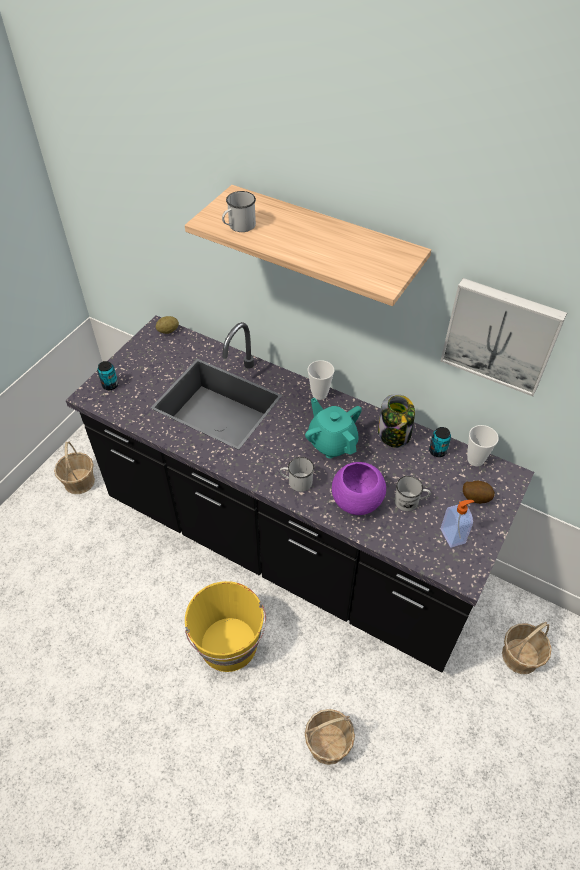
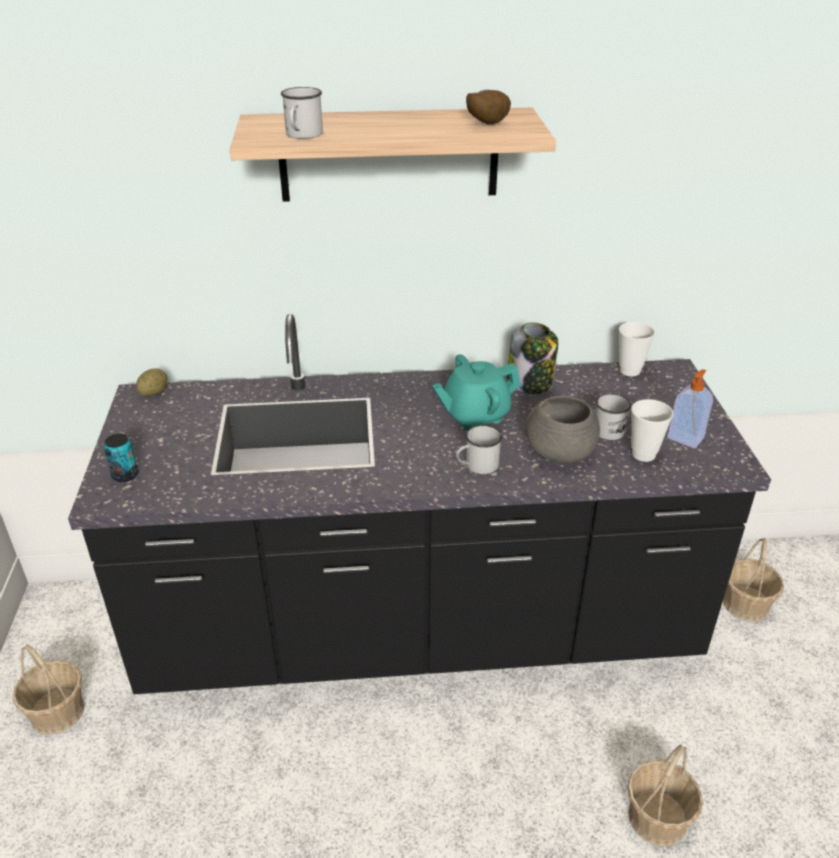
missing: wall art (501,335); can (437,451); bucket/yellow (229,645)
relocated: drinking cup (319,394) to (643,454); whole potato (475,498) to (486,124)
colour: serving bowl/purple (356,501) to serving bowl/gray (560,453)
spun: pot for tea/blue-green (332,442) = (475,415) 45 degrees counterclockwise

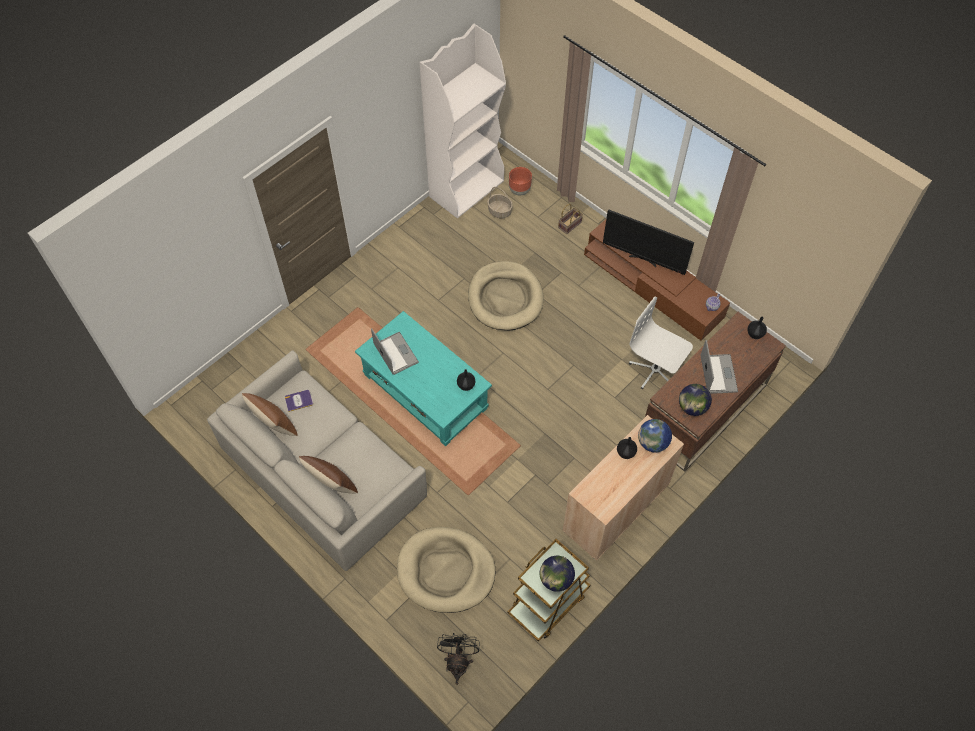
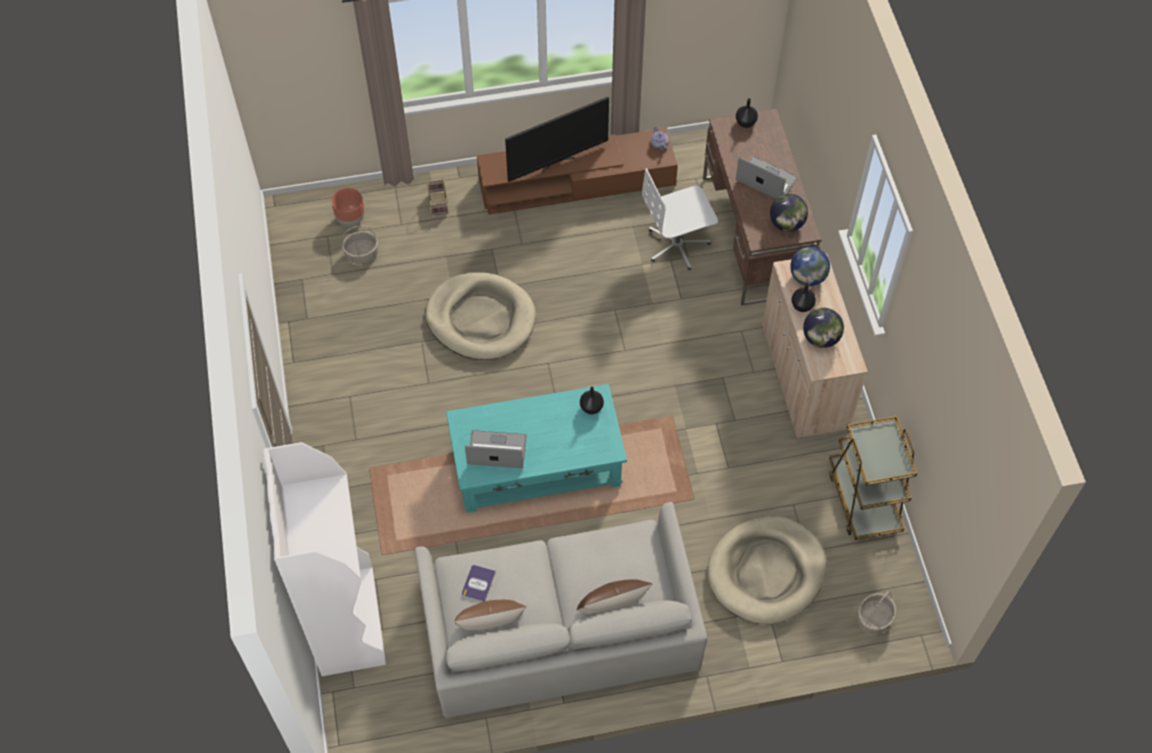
relocated: bookshelf/white (467,188) to (347,620); globe (556,579) to (820,338)
exchanged: fan/black-coloured (458,662) to household basket (874,619)

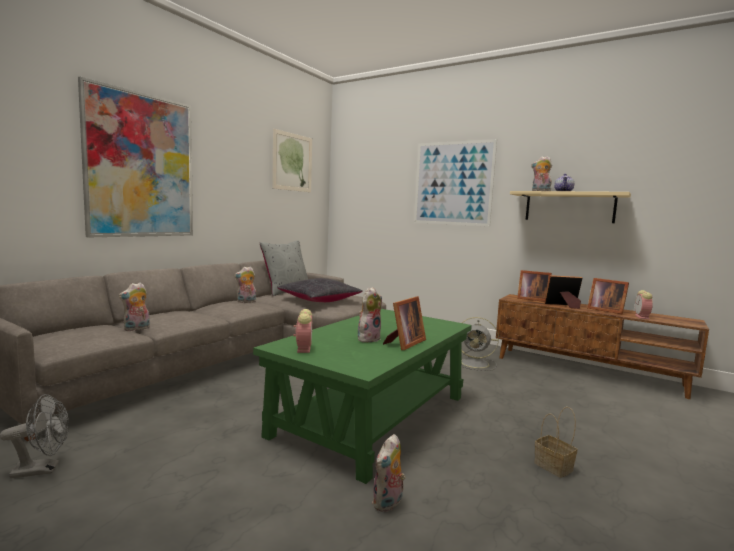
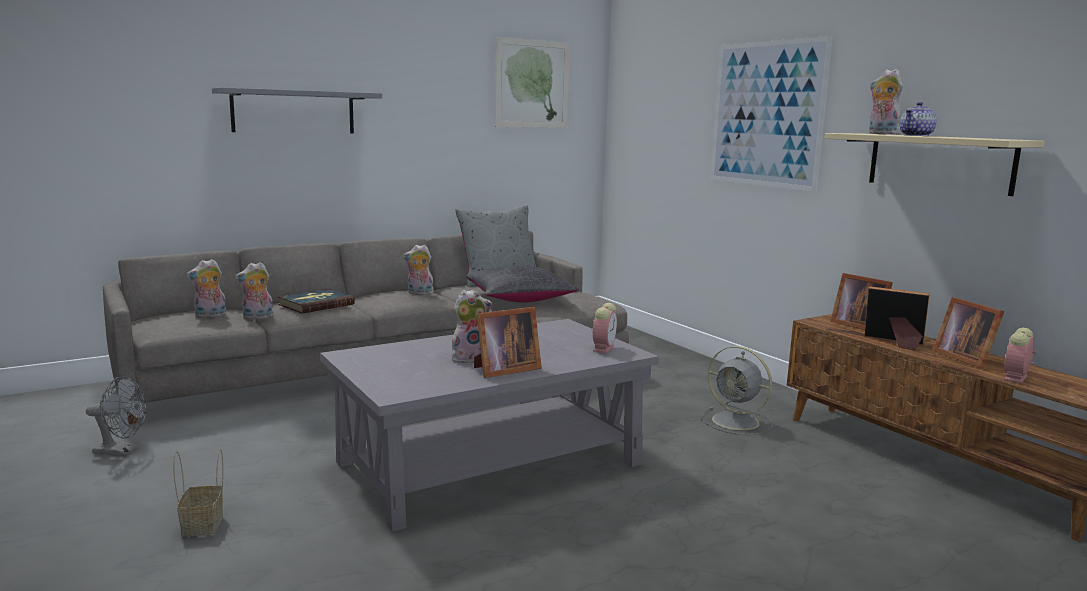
appeared: book (316,304)
relocated: bedside clock (303,348) to (603,348); household basket (555,467) to (203,526); plush toy (388,503) to (210,316)
exchanged: wall art (141,166) to bracket shelf/gray (293,112)
colour: coffee table/green (372,414) to coffee table/gray (490,462)

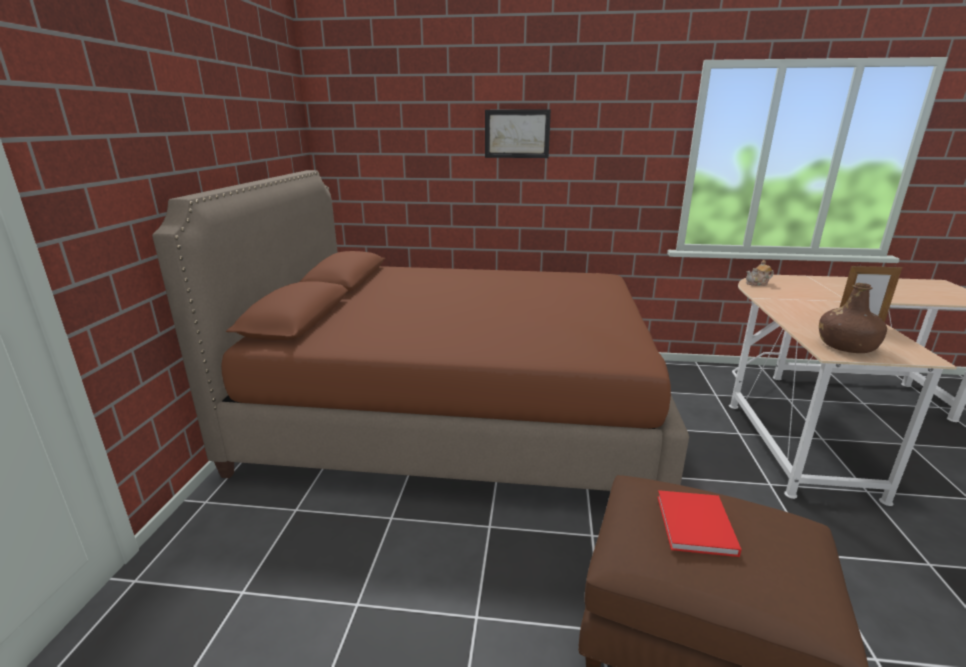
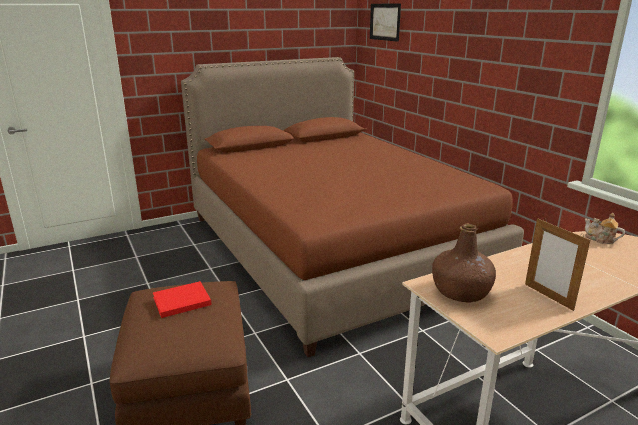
relocated: wall art (517,134) to (385,22)

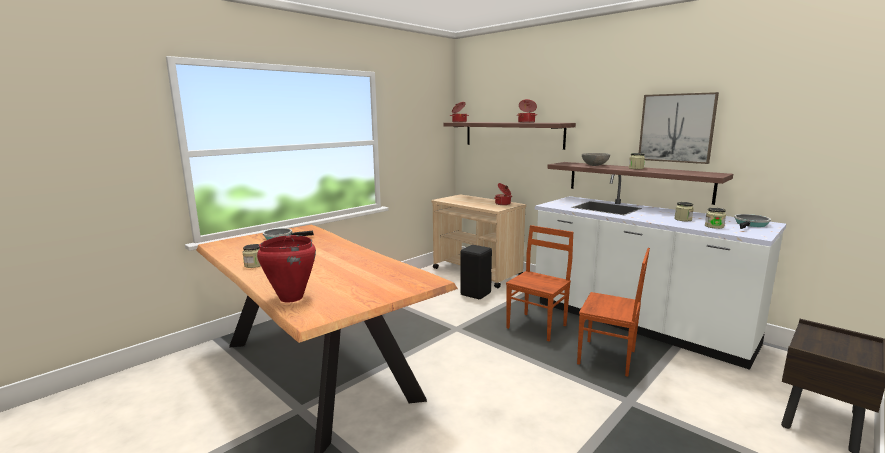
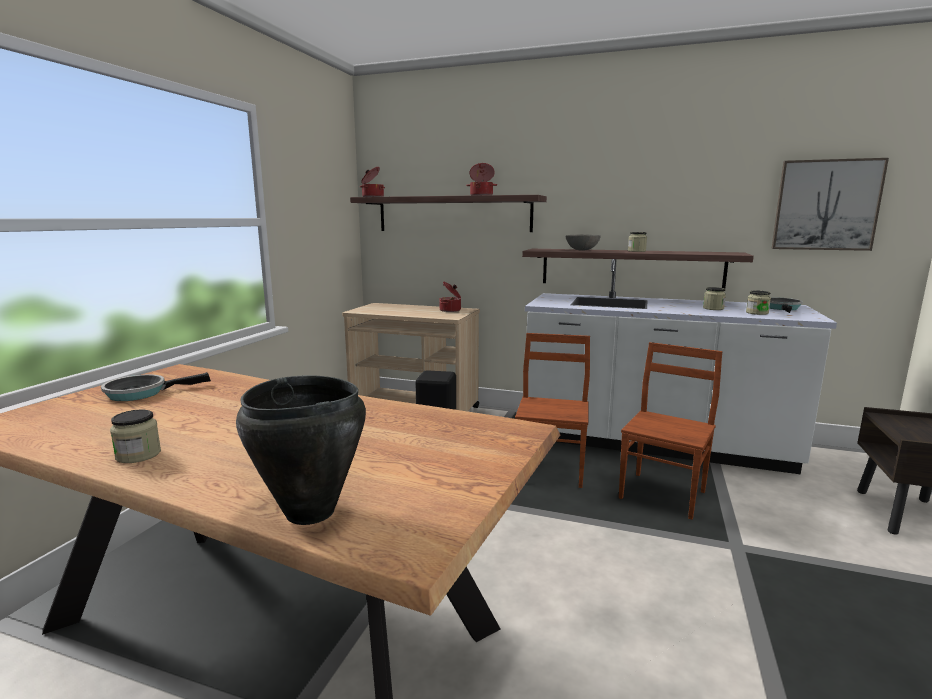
relocated: wall art (676,128) to (826,205)
colour: stockpot/red-coloured (291,298) to stockpot/black-coloured (309,512)
spun: plain chair/brown-coloured (607,358) = (664,494) 60 degrees counterclockwise

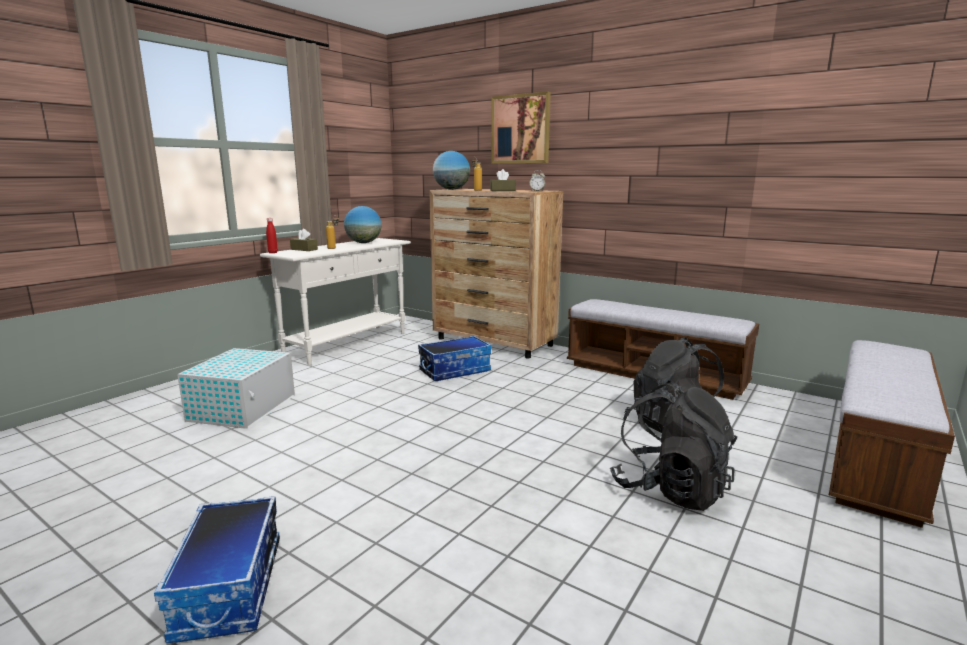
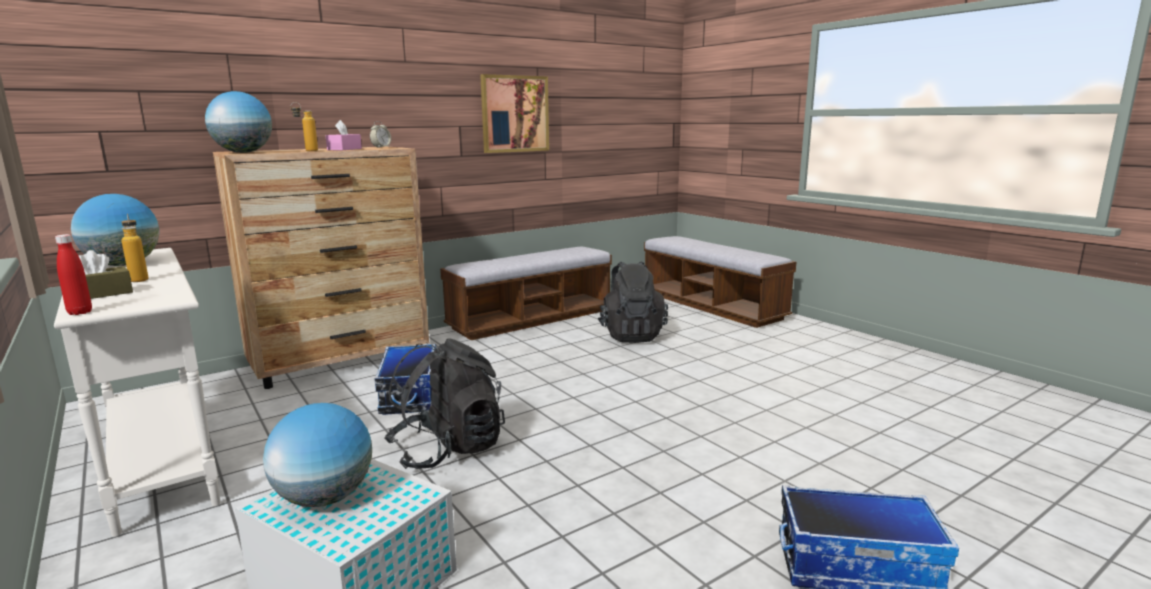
appeared: globe (325,498)
relocated: wall art (520,129) to (514,114); rucksack/black-coloured (670,490) to (448,450)
colour: tissue holder/brown-coloured (502,190) to tissue holder/pink-coloured (344,149)

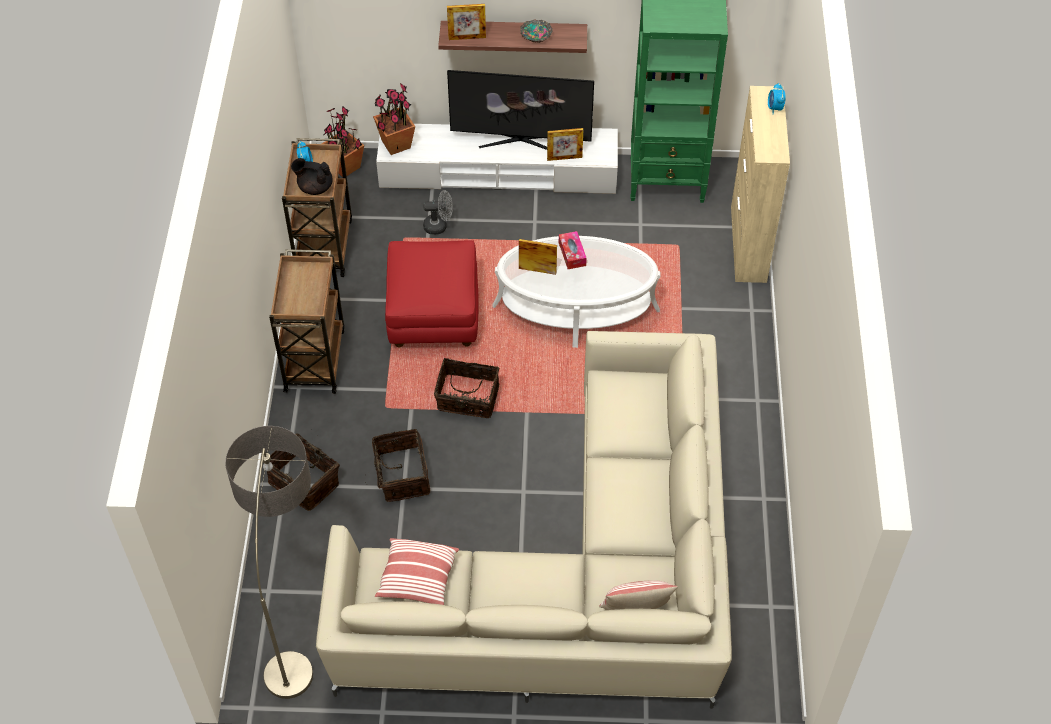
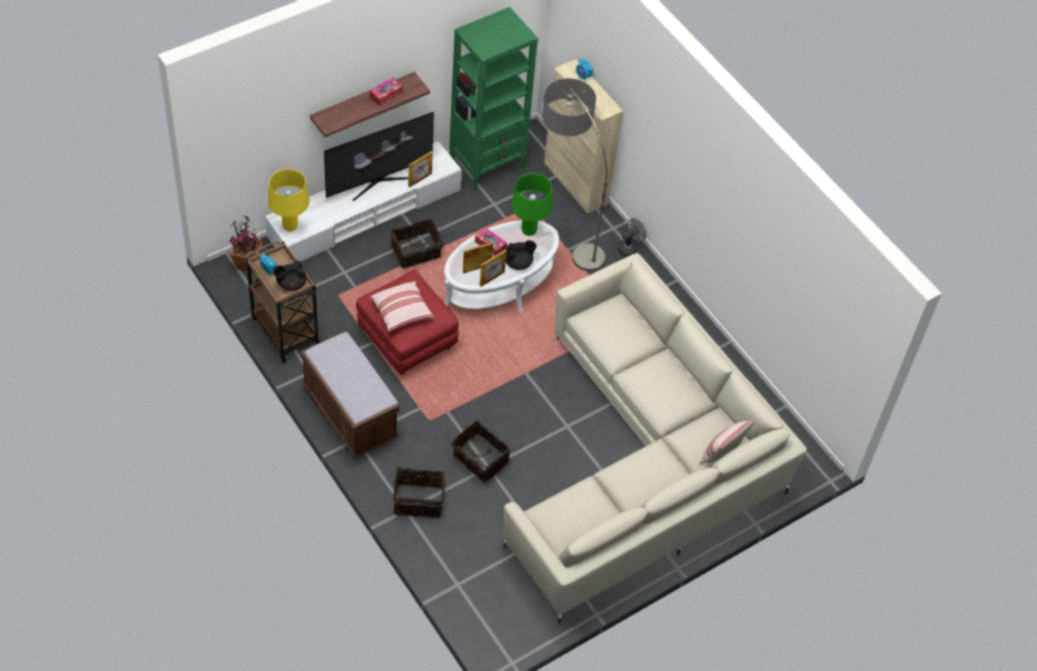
appeared: lamp for a table/green (529,231); pot for tea/black-coloured (519,263)
relocated: picture frame (467,38) to (492,278); fan/gray (439,226) to (629,247); household basket (467,399) to (416,253); standard lamp (296,622) to (566,231); cushion (418,579) to (402,312)
exchanged: serving bowl (536,34) to tissue holder (386,95); plant in a pot (395,144) to lamp for a table/yellow (290,227); trolley/brown-coloured (314,358) to bench/brown-coloured (350,413)

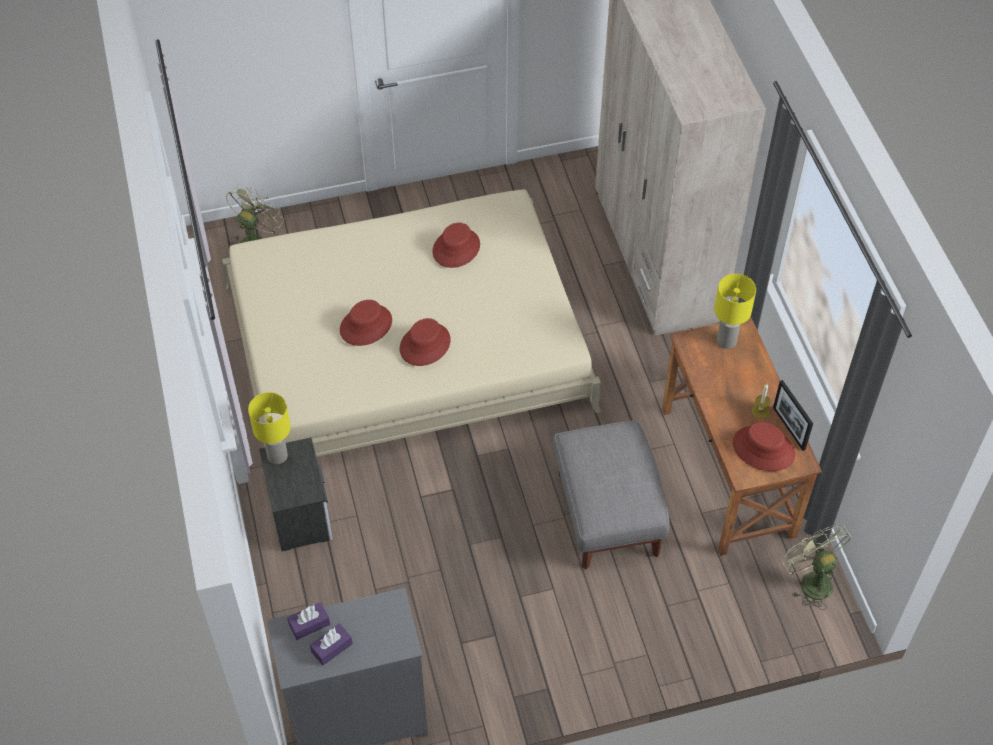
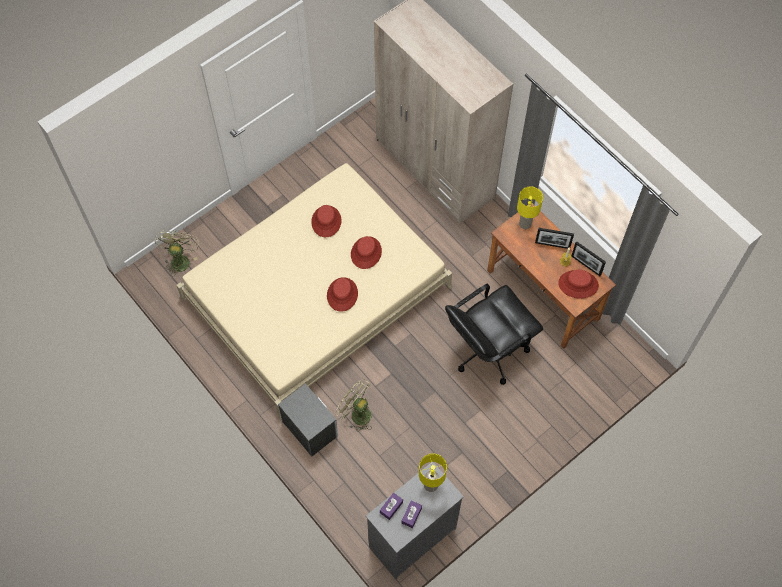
appeared: picture frame (552,245)
relocated: wearable hat/red-coloured (365,325) to (366,253); lamp for a table/yellow (277,456) to (431,485); fan/green (810,580) to (356,413)
exchanged: pouffe/gray (607,513) to computer chair/black-coloured (488,350)

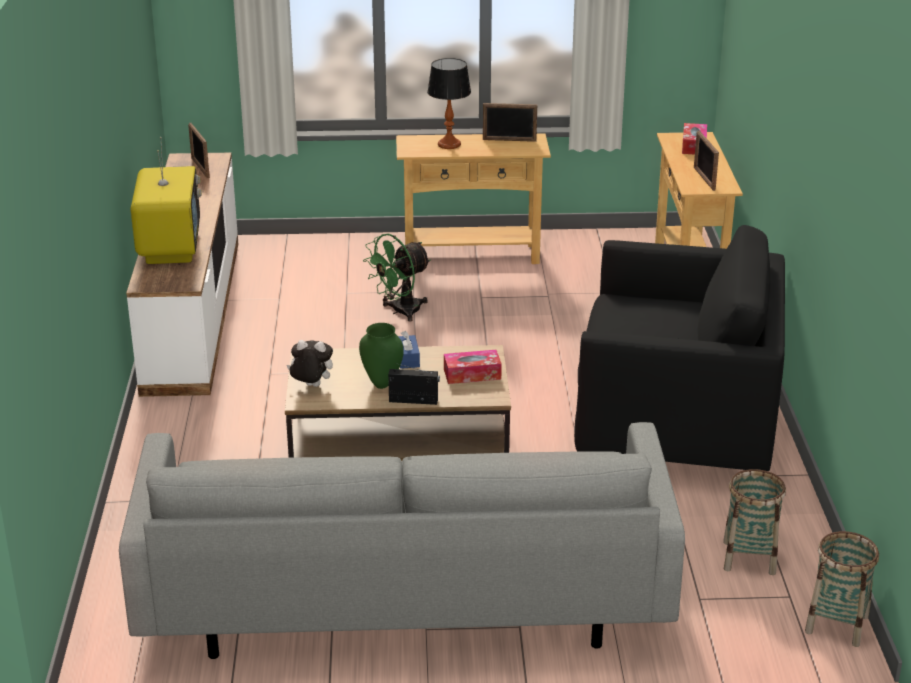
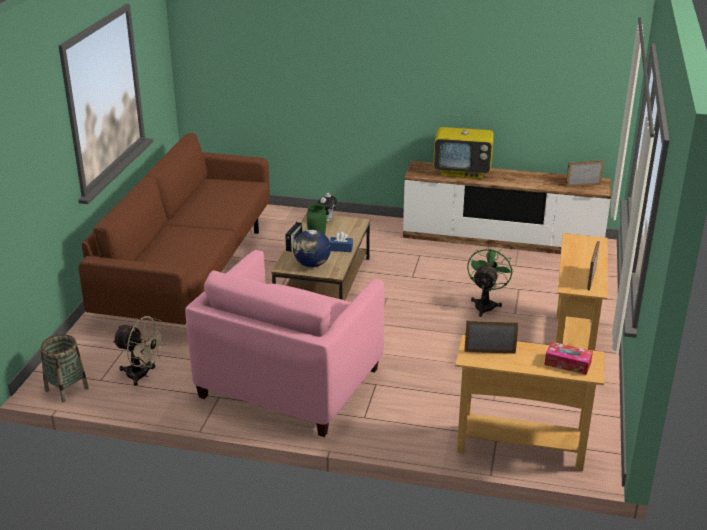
missing: lamp for a table (449,144)
exchanged: tissue holder (472,374) to globe (312,265); household basket (749,558) to fan/beige (142,375)
colour: easy chair/black-coloured (675,426) to easy chair/pink-coloured (290,382); couch/gray (405,597) to couch/brown-coloured (190,270)
spun: fan/green (400,311) = (485,304) 45 degrees clockwise

